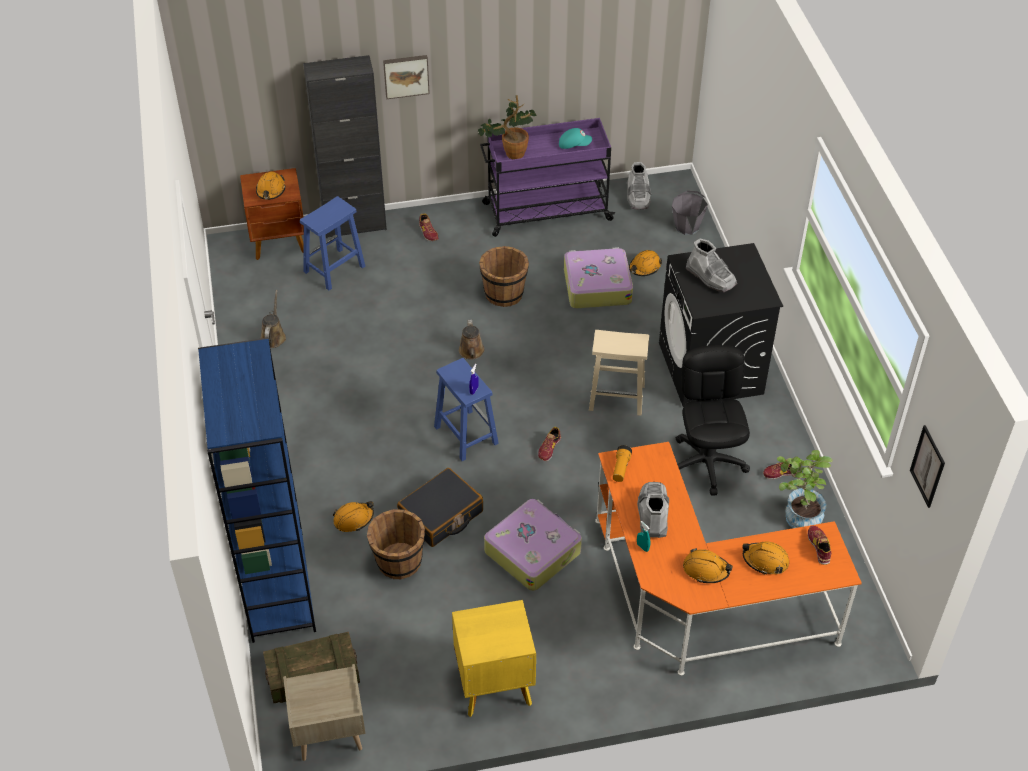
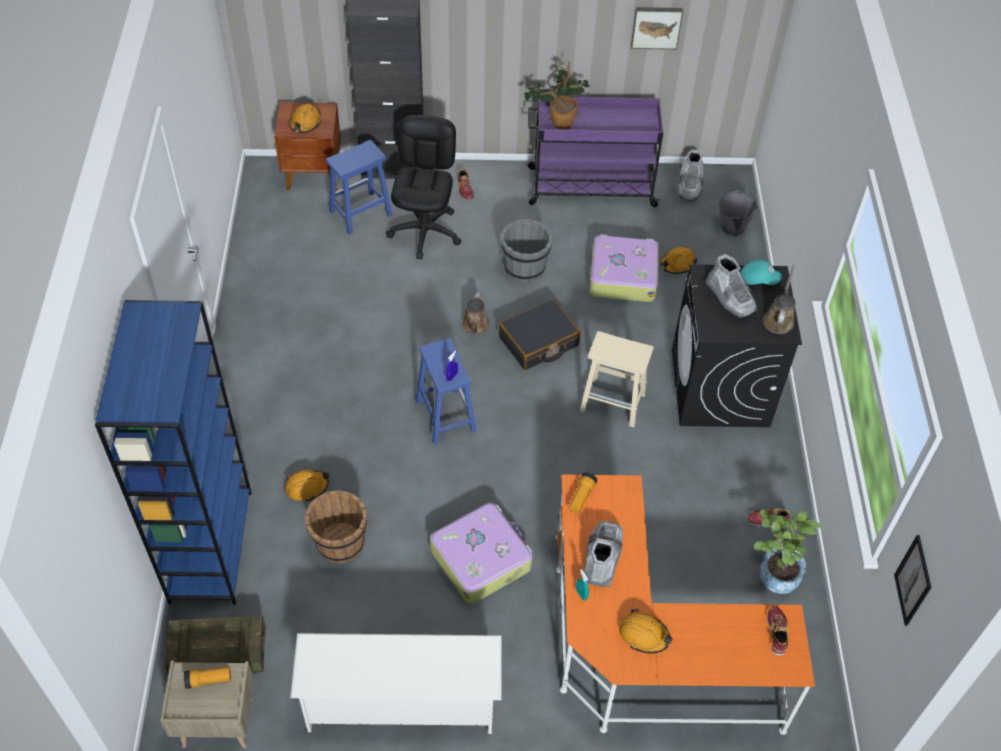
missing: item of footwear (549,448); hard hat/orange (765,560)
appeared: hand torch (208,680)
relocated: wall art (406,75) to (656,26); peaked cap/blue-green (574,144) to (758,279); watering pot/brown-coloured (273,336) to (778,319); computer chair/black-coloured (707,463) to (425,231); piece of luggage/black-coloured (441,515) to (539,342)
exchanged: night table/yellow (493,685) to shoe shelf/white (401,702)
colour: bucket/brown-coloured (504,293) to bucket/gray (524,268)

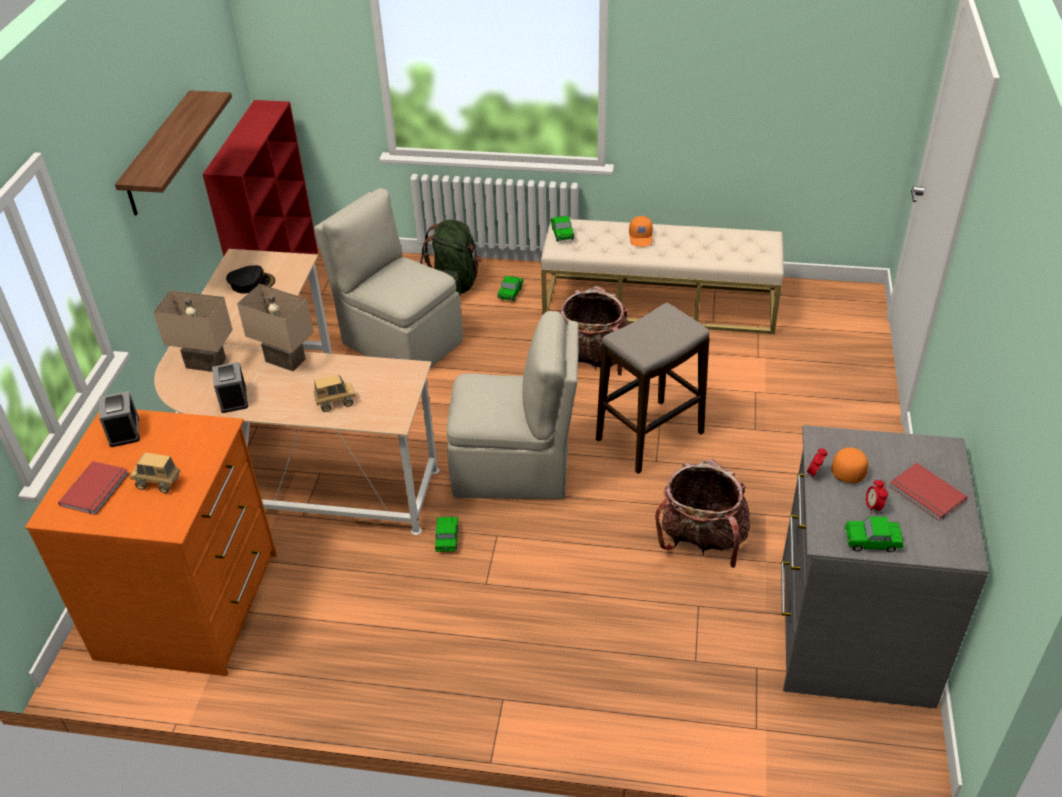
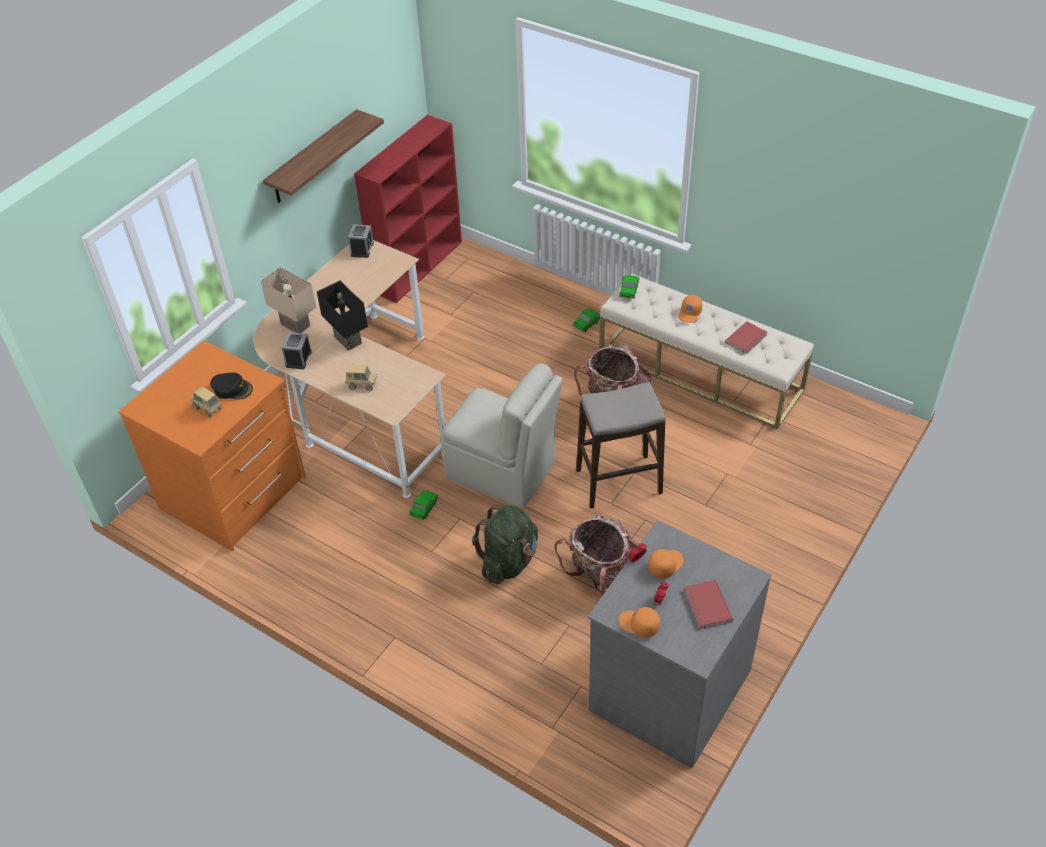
missing: plain chair/beige (400,341)
relocated: rucksack/green (455,284) to (509,561); peaked cap/black-coloured (251,283) to (232,389); bedside clock (124,431) to (362,249); book/red-coloured (97,489) to (747,339)
exchanged: model car (871,542) to peaked cap/orange (639,625)
colour: lamp for a table/beige (287,359) to lamp for a table/black-coloured (349,339)

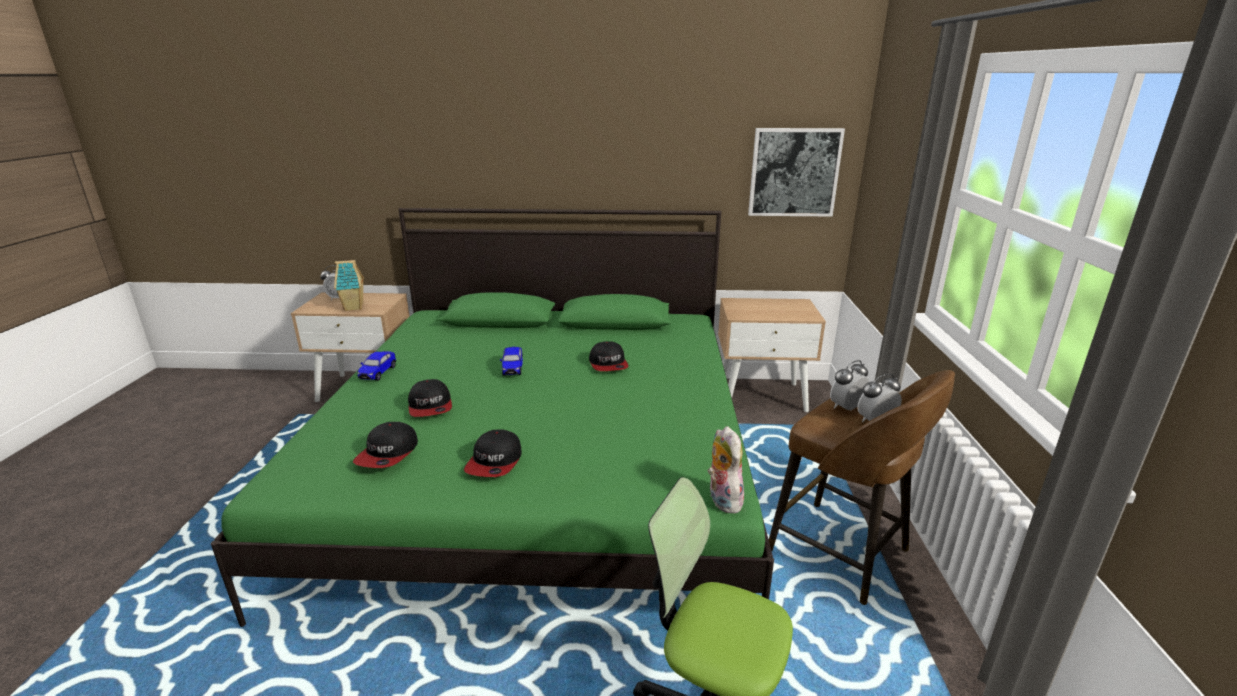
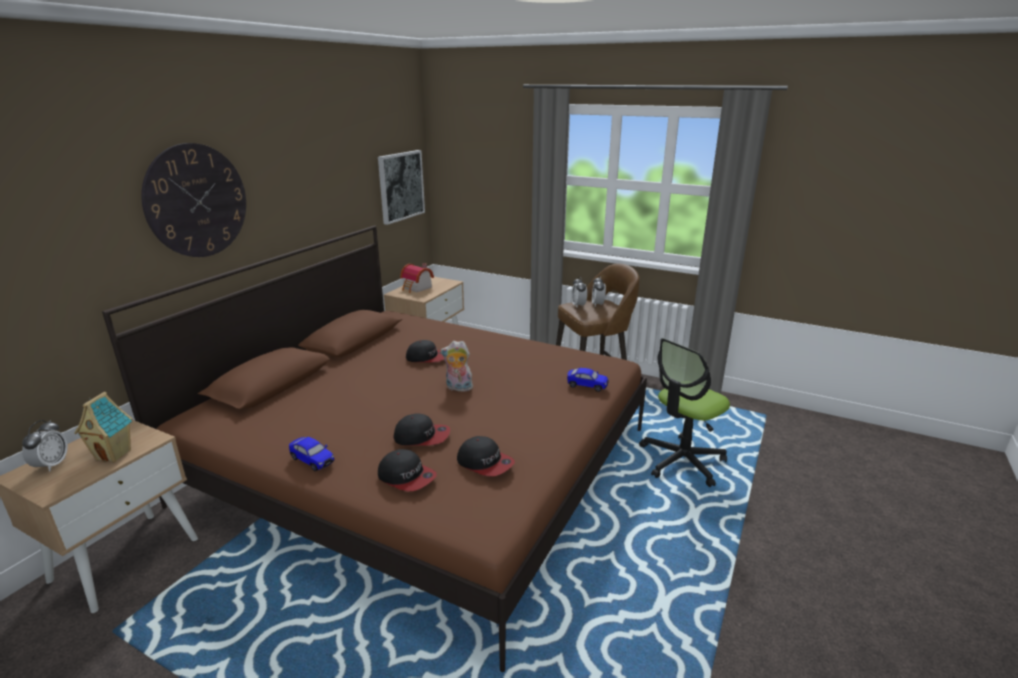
appeared: clock on the wall (196,201); model house (417,288)
relocated: model car (512,368) to (587,386); plush toy (722,500) to (458,388); peaked cap (495,462) to (407,477)
colour: bedroom bed/green (541,469) to bedroom bed/brown-coloured (424,465)

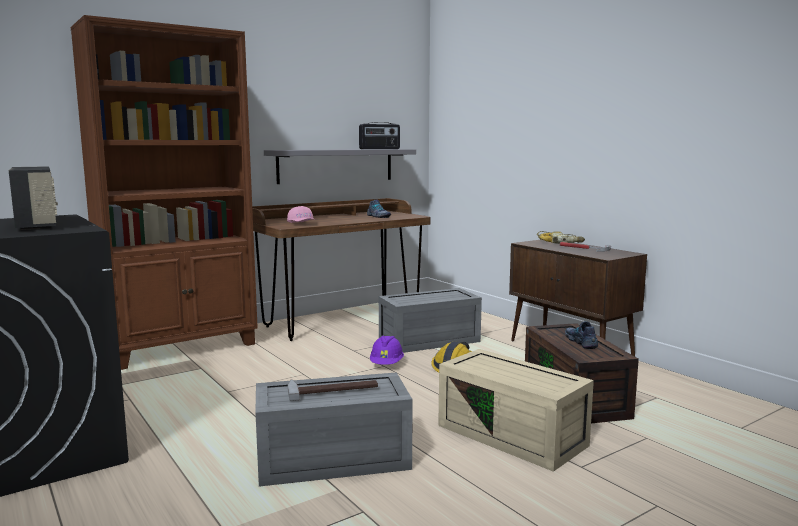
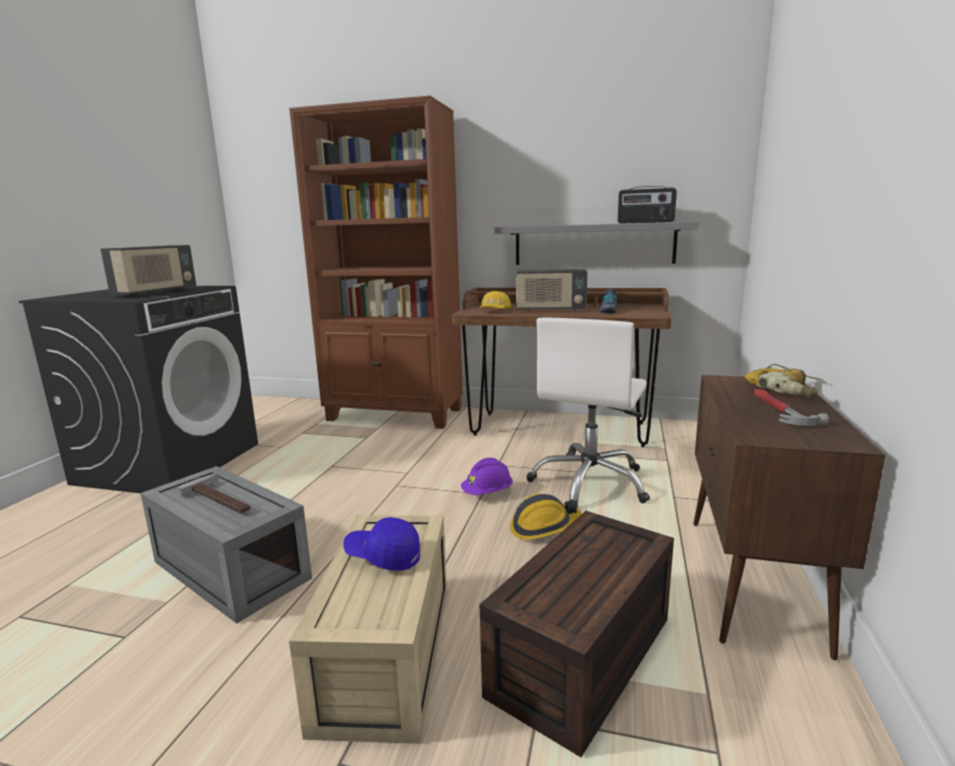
missing: item of footwear (581,342)
appeared: radio set (550,310); peaked cap/blue-coloured (383,556)
exchanged: storage bin/gray (428,341) to computer chair/white (590,483)
colour: peaked cap/pink-coloured (302,224) to peaked cap/yellow (494,311)

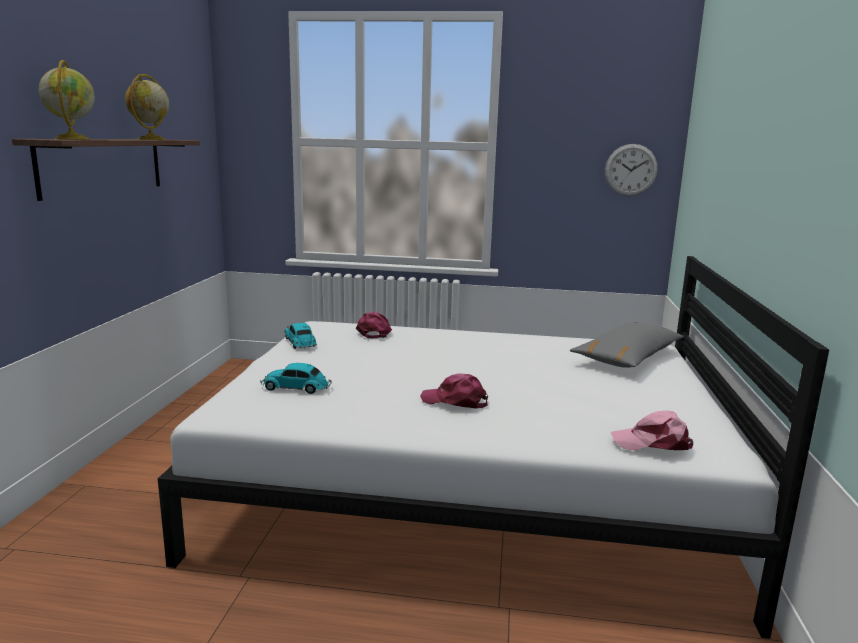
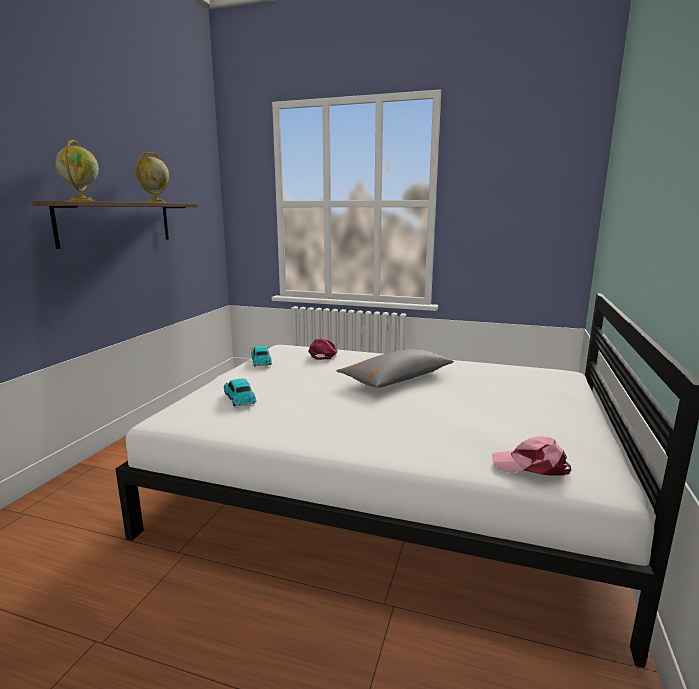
missing: clock on the wall (630,170); peaked cap/pink-coloured (455,401)
relocated: cushion/gray (628,357) to (397,378)
spun: model car (297,388) = (240,399) 45 degrees clockwise

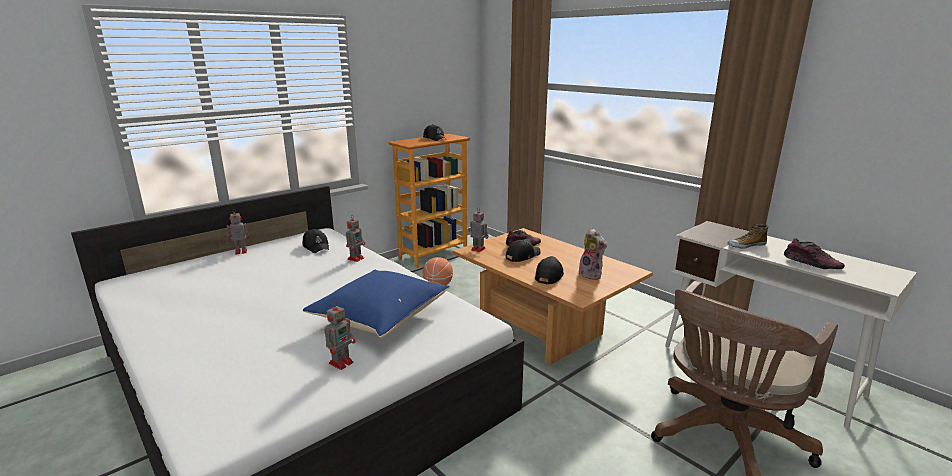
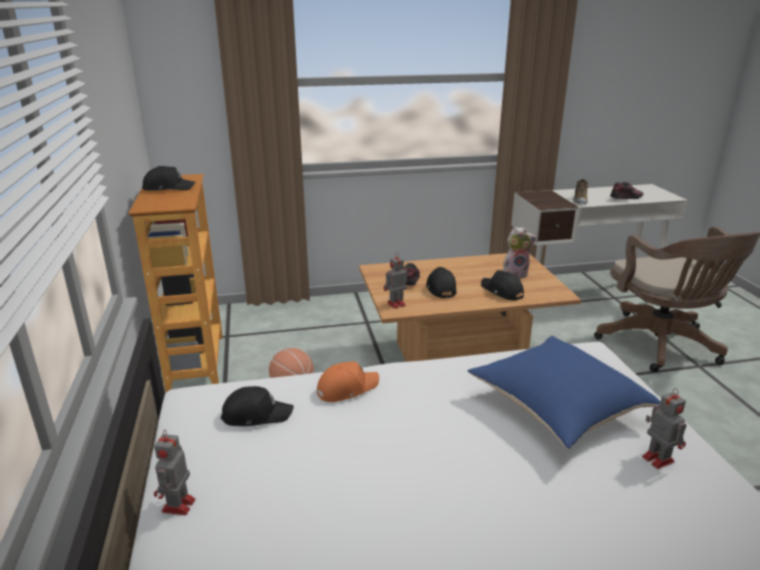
exchanged: toy robot (356,258) to peaked cap/orange (347,388)

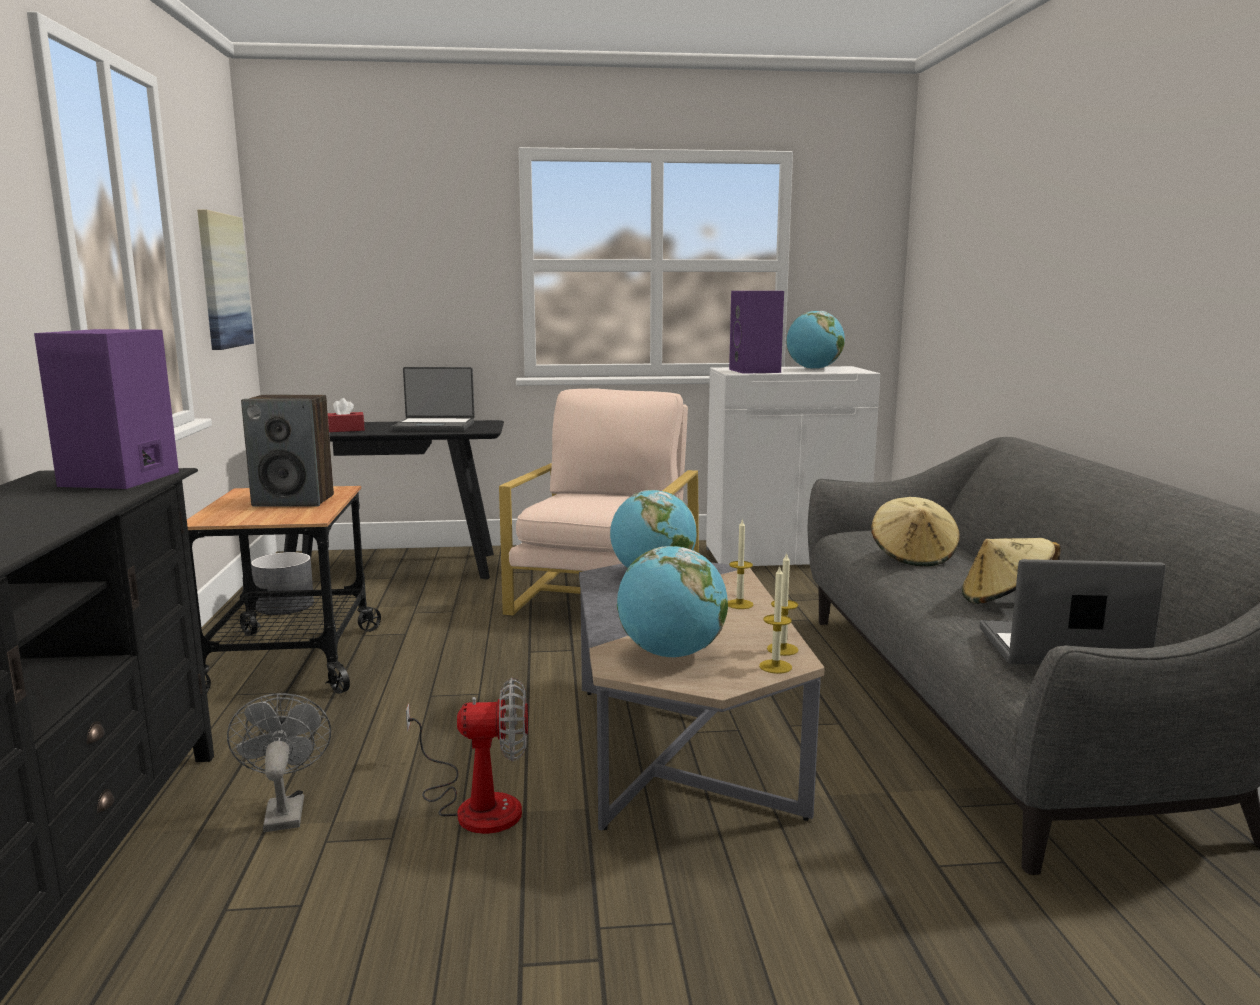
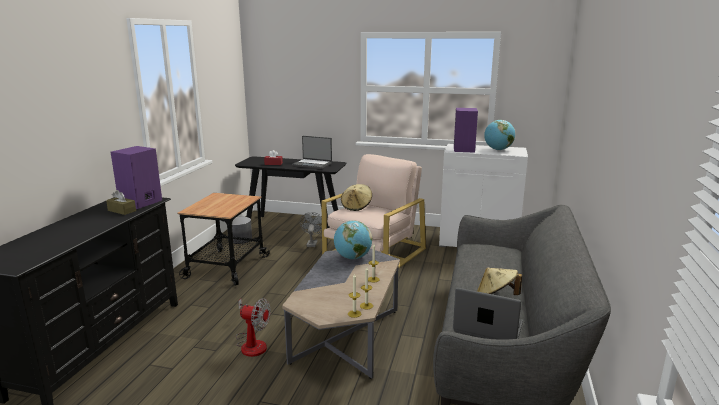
missing: wall art (223,281); loudspeaker (294,501); globe (671,654)
appeared: tissue holder/brown-coloured (122,210)
relocated: wearable hat/beige (913,556) to (356,206); fan/gray (284,810) to (312,243)

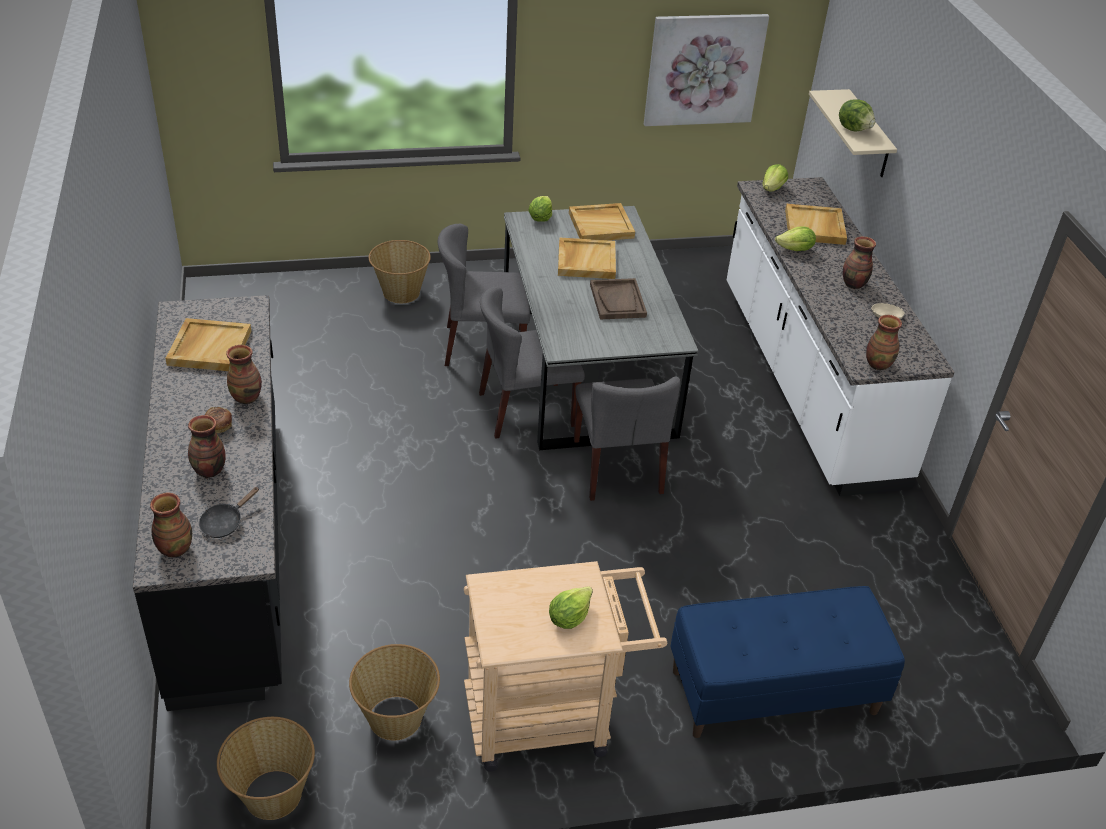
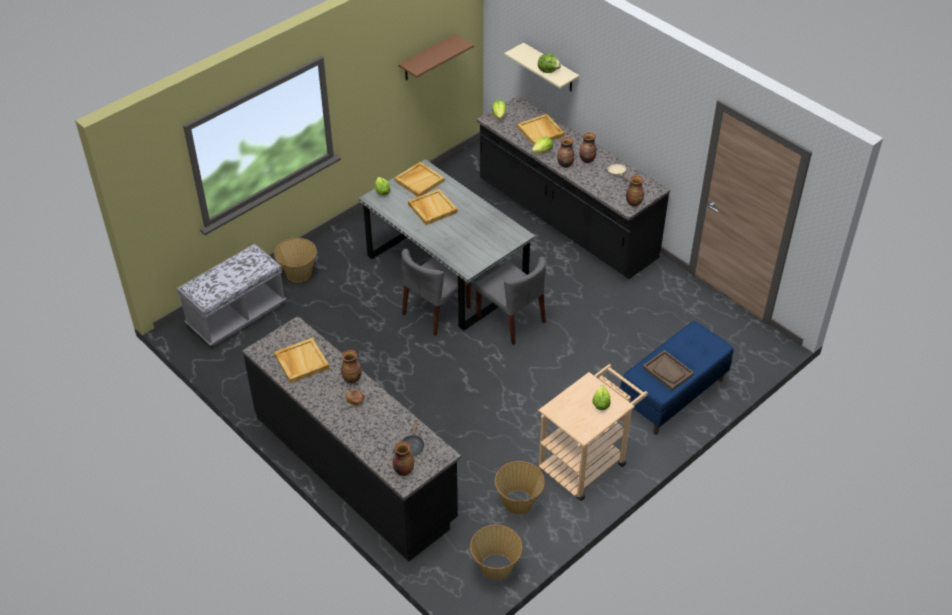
missing: plain chair/gray (483,346)
appeared: bench/gray (237,315)
relocated: tray/brown-coloured (618,301) to (668,371); flower vase (209,471) to (565,164)
exchanged: wall art (704,69) to bracket shelf/brown-coloured (427,58)
colour: kitchen base unit/white (807,382) to kitchen base unit/black-coloured (565,220)

